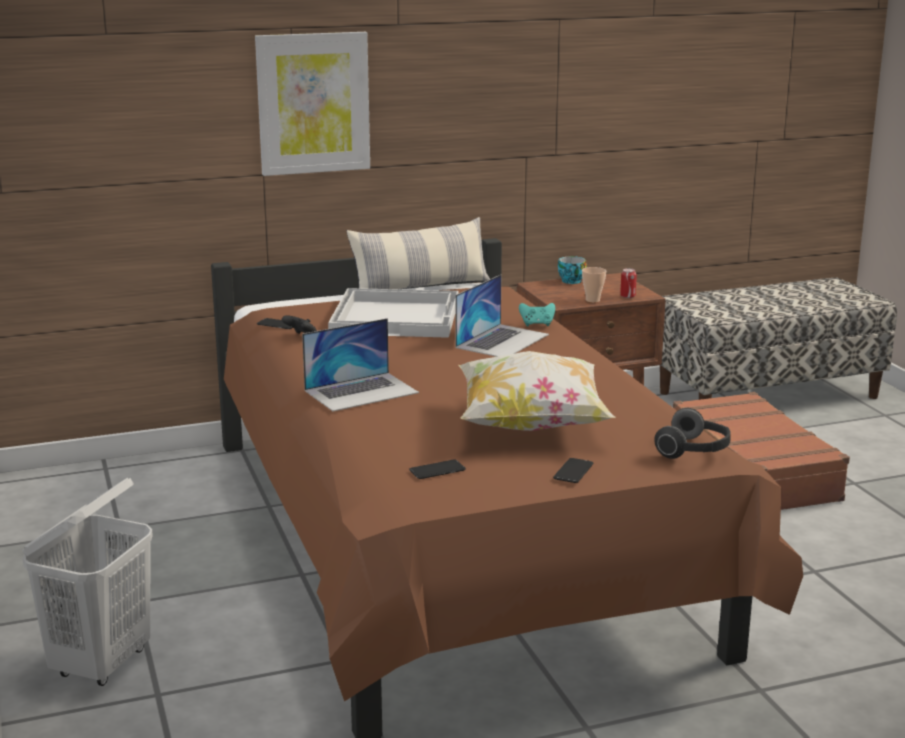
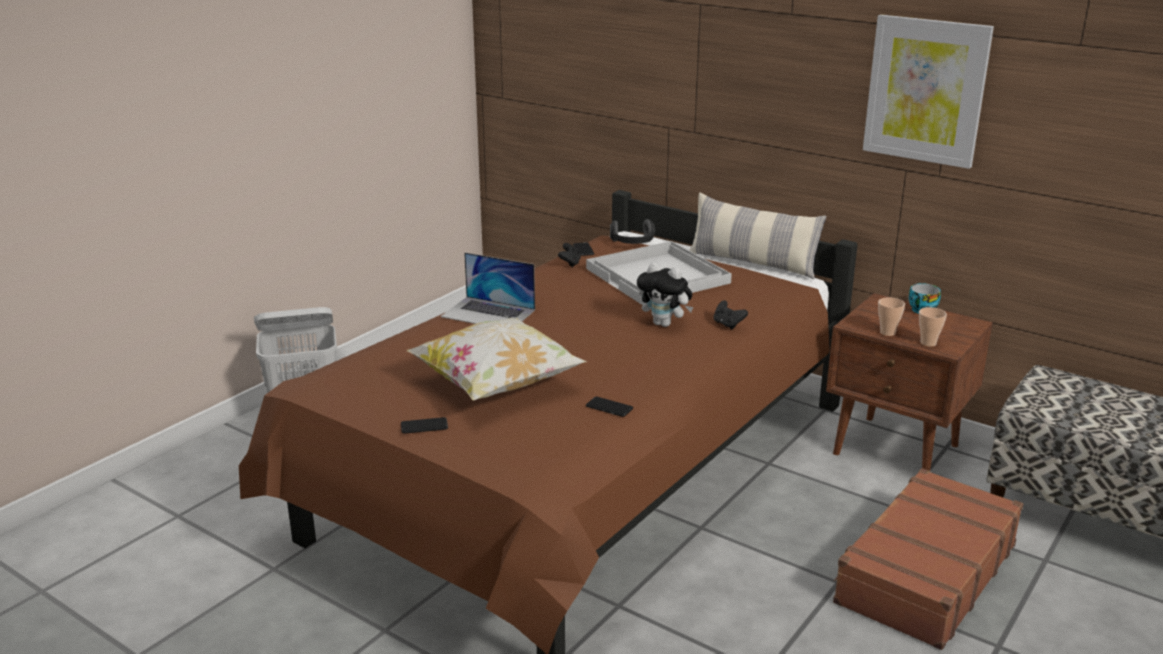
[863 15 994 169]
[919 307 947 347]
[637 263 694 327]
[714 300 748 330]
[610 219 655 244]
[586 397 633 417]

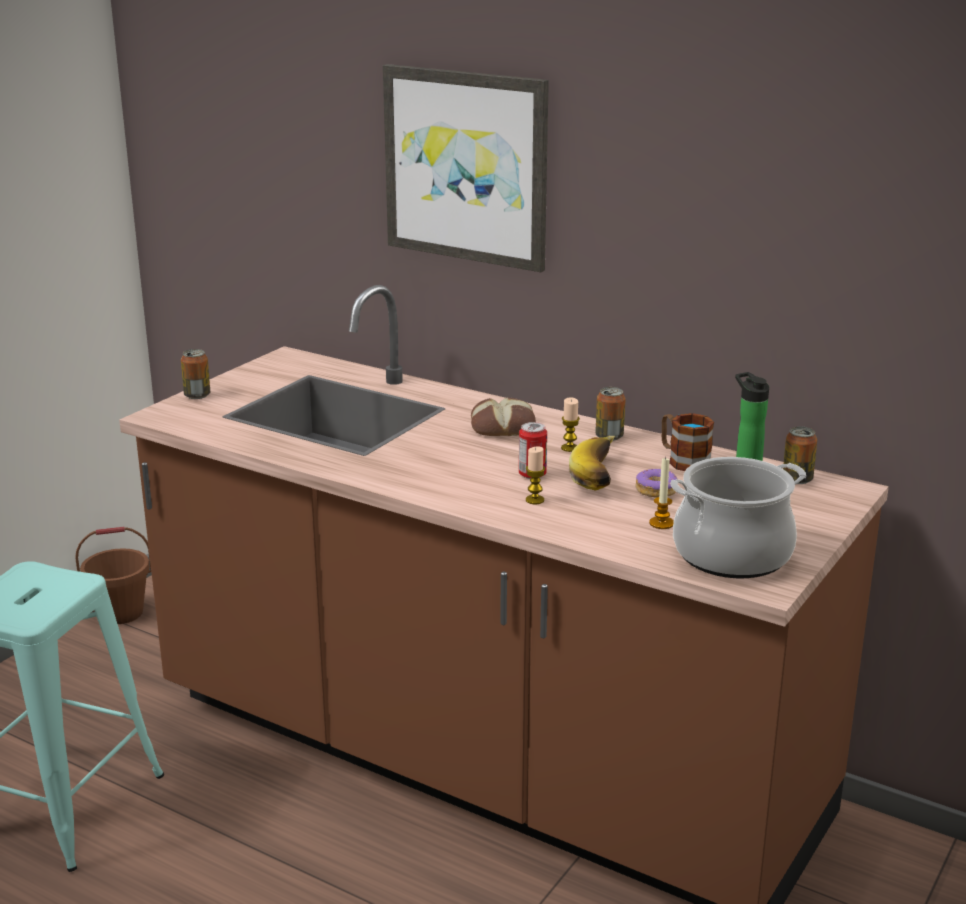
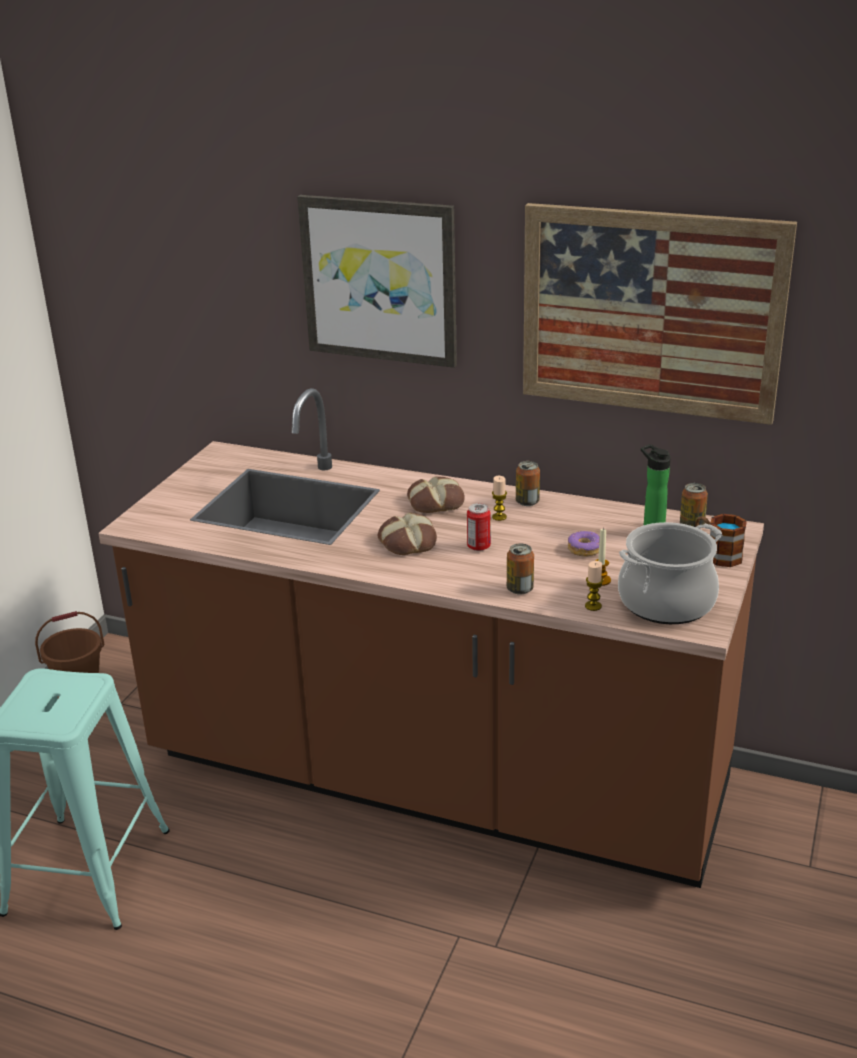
[507 543 534 595]
[695 514 747 567]
[569 436 615 491] (first image)
[585 561 603 611]
[523 203 797 425]
[378 512 437 555]

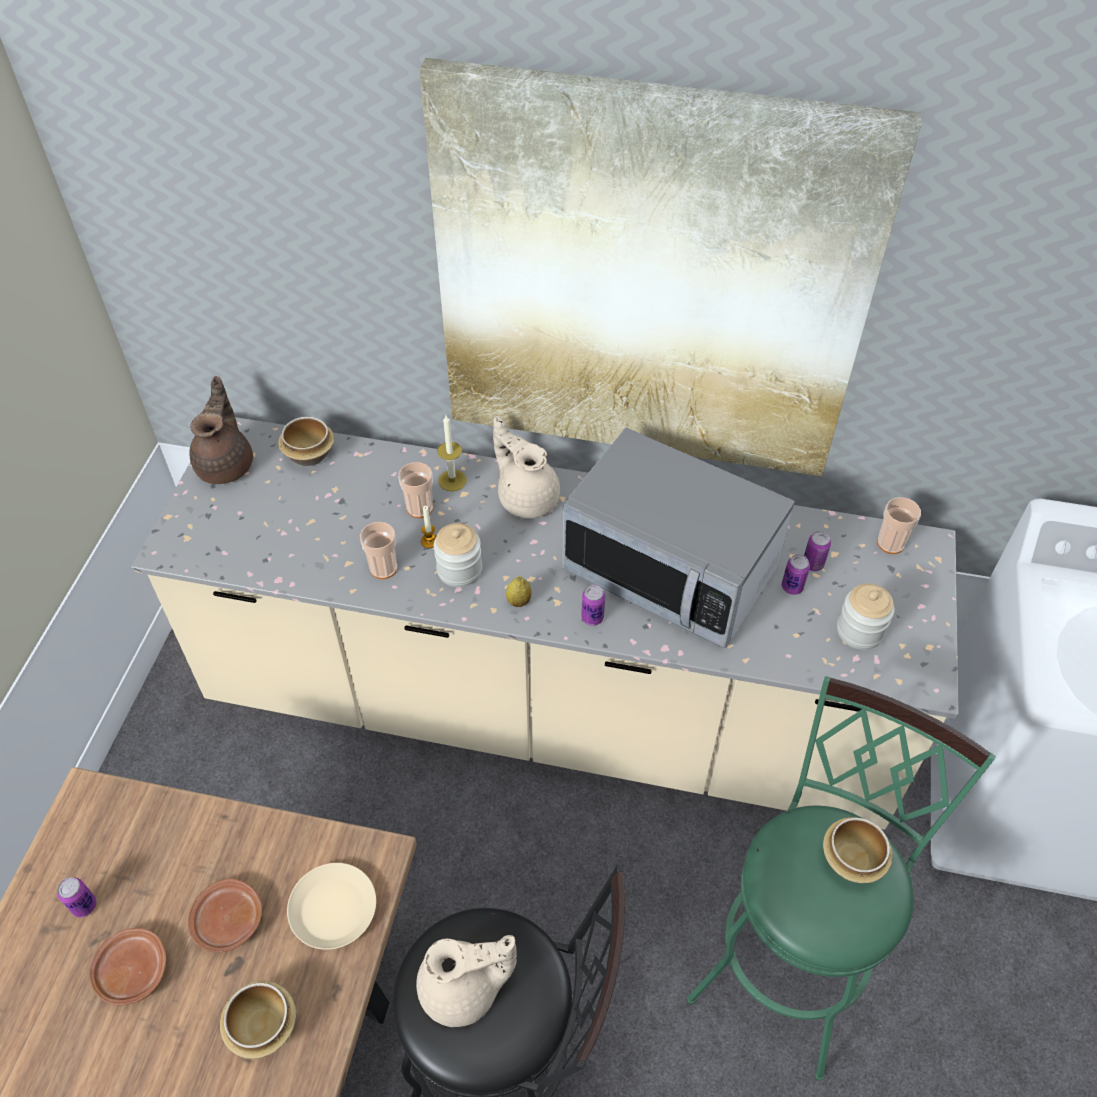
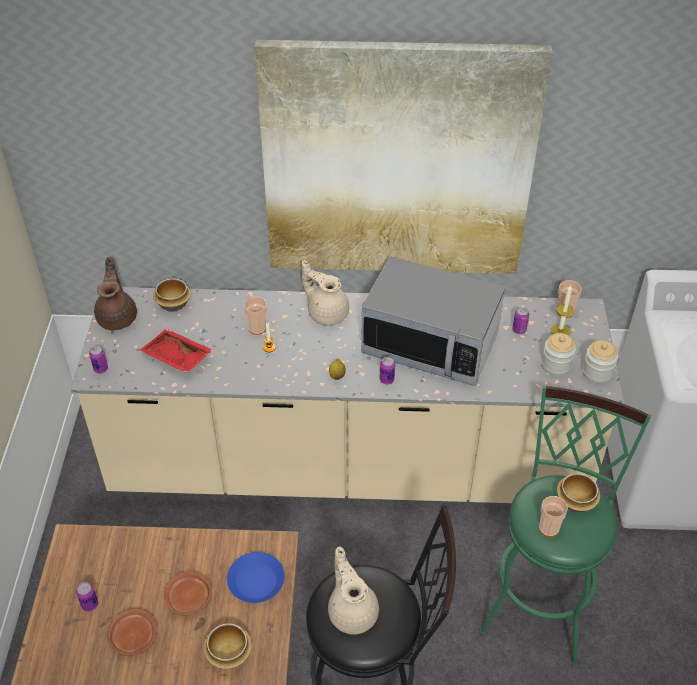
[551 285 574 335]
[539 496 568 537]
[582 340 618 384]
[89 346 108 373]
[227 552 285 603]
[328 547 379 635]
[140 329 213 373]

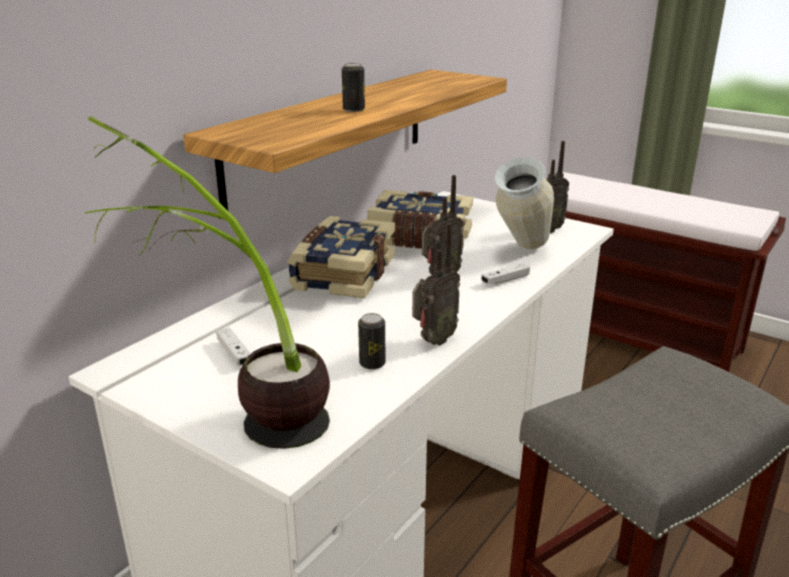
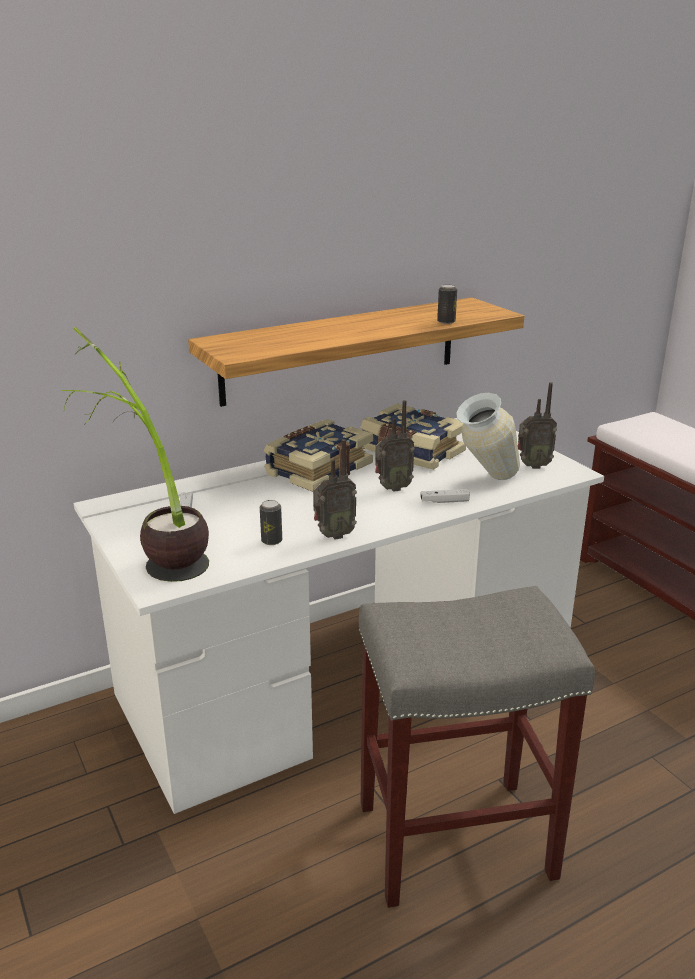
[437 284 457 324]

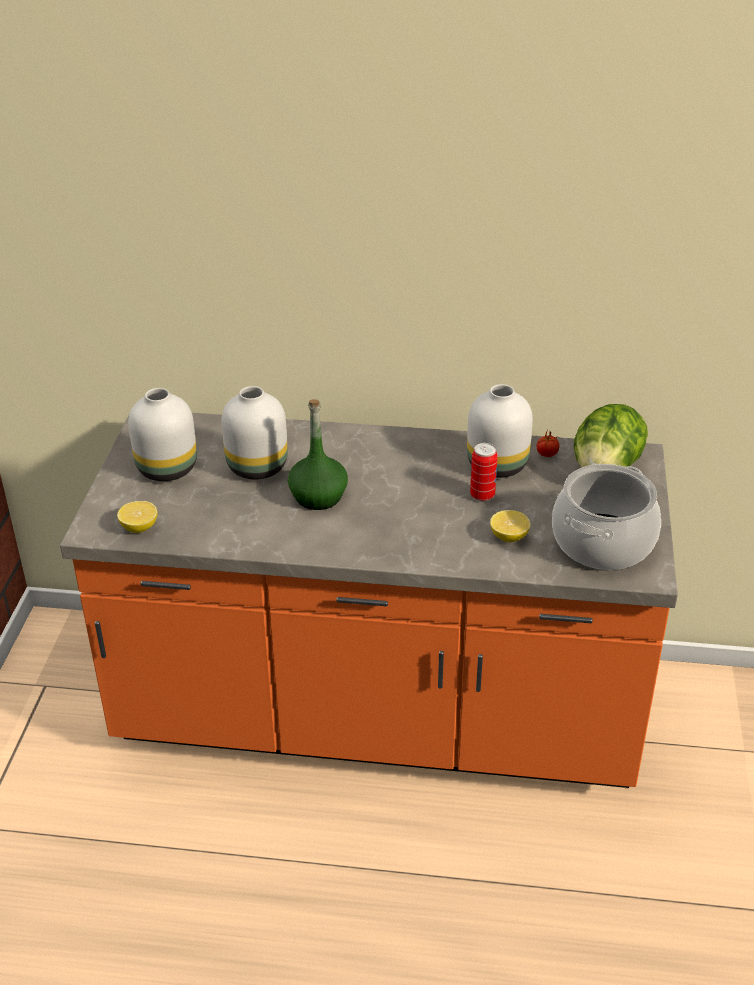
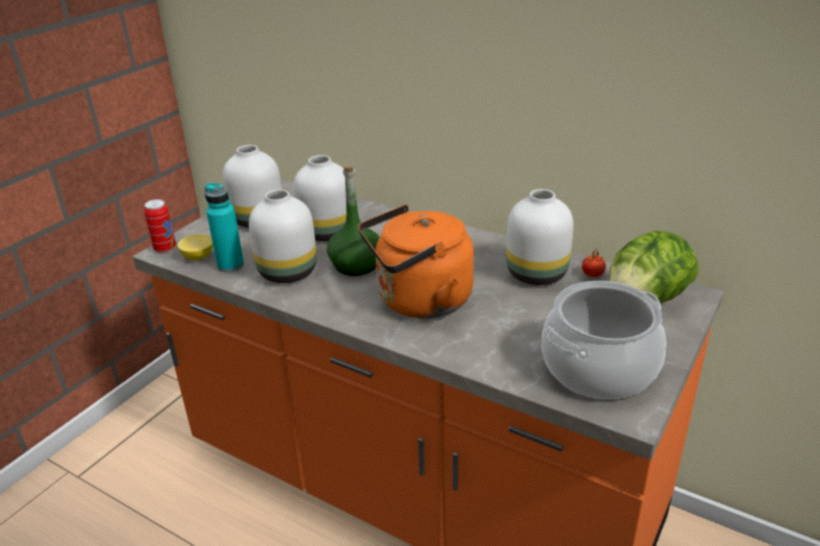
[144 199 176 253]
[490 510 531 542] (first image)
[204 183 244 272]
[249 189 317 283]
[358 204 474 318]

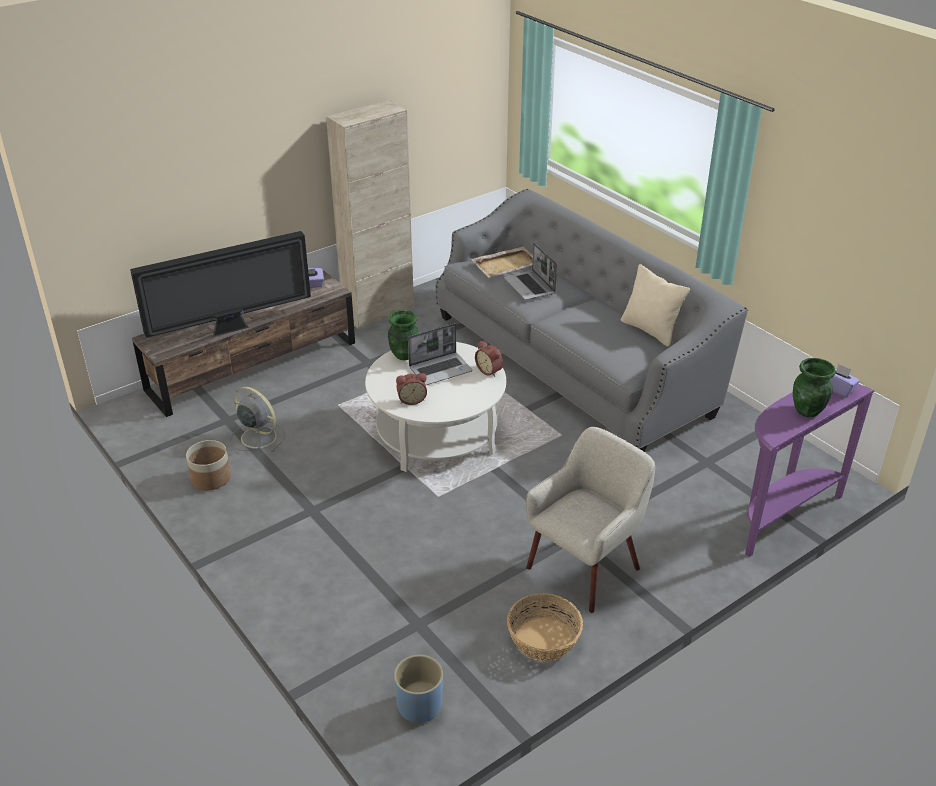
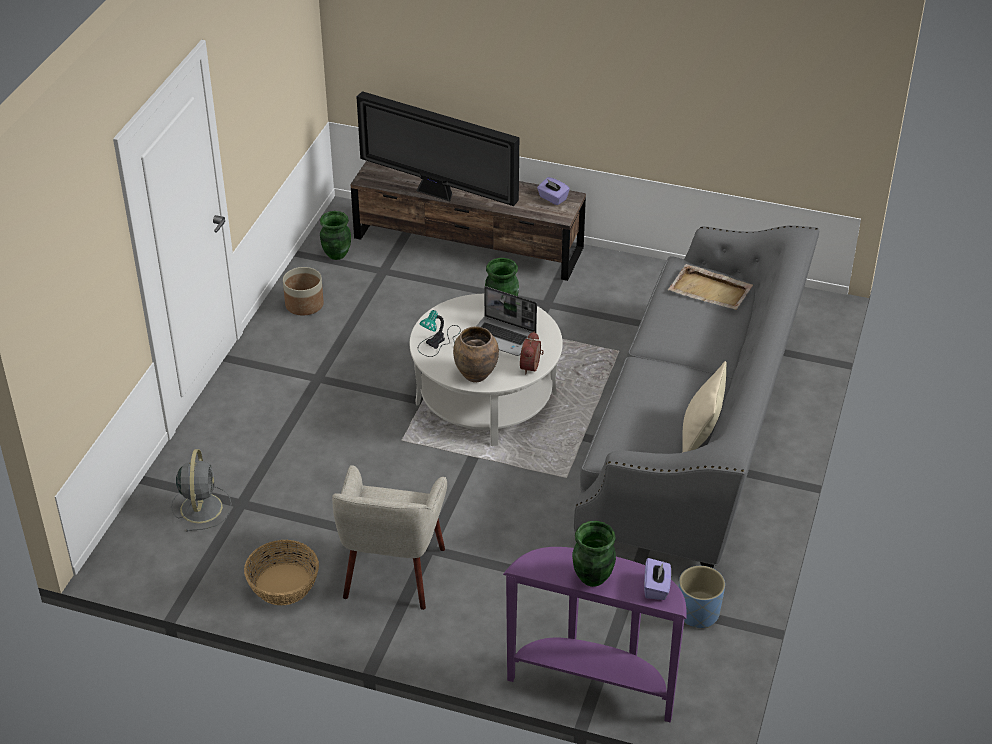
[326 100 414 329] (first image)
[504 243 557 300] (first image)
[418 310 461 357]
[171 449 231 532]
[332 465 447 610]
[679 566 725 628]
[320 211 351 260]
[453 326 499 382]

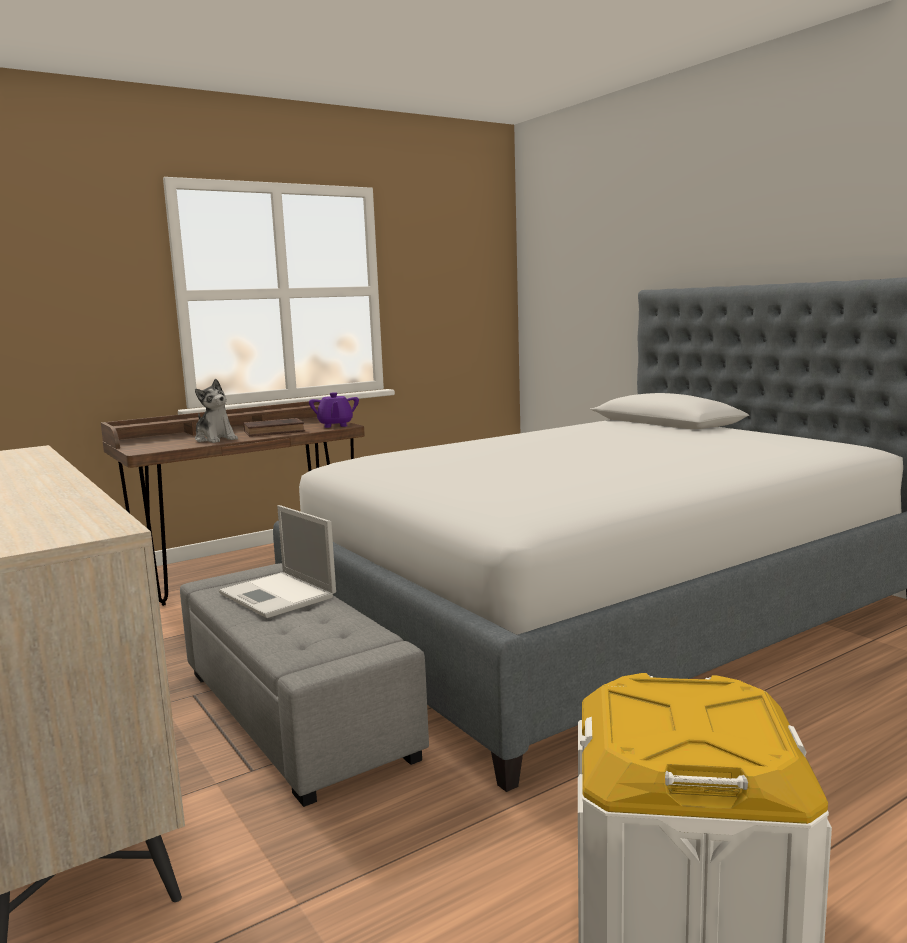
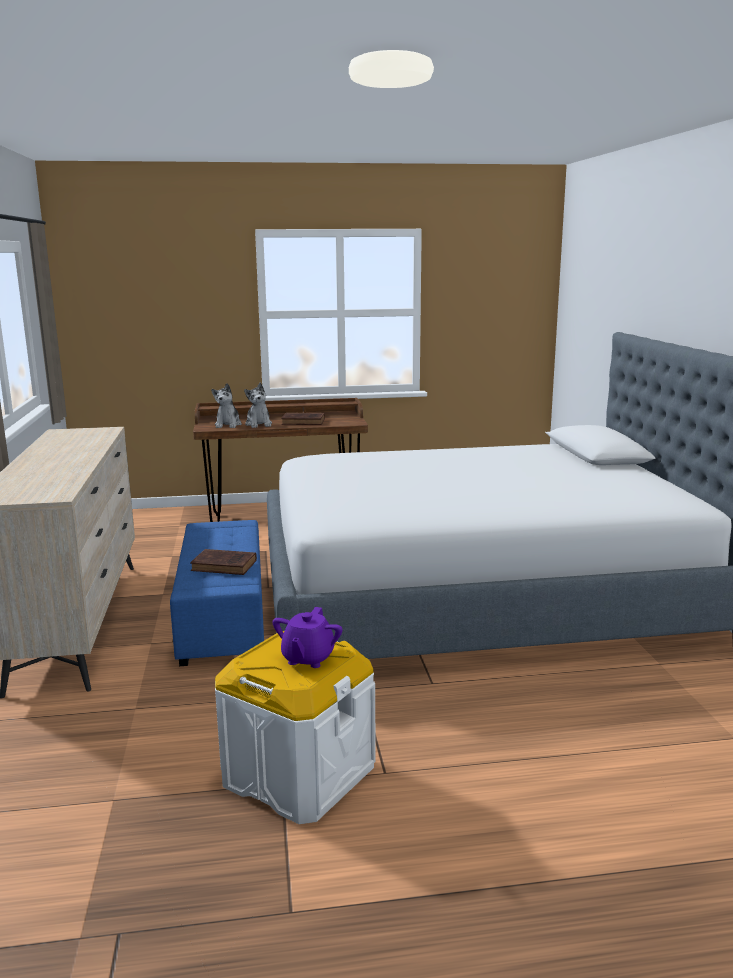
[272 607 342 668]
[219 505 336 618] (first image)
[170 520 264 666]
[211 383 242 428]
[190 549 257 575]

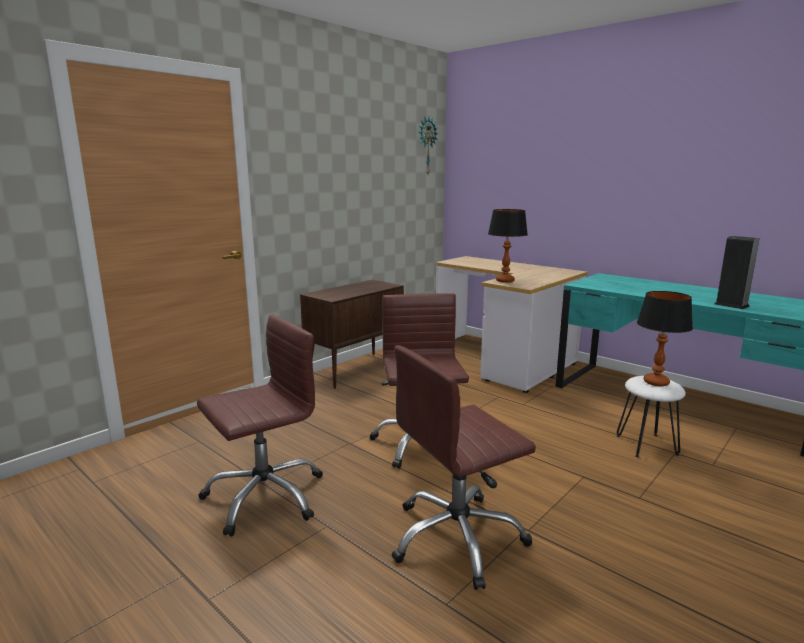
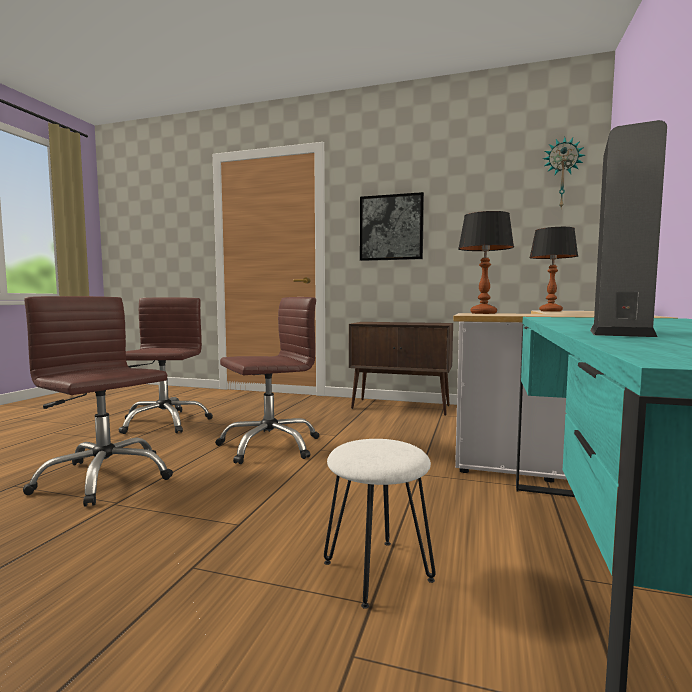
[529 227 578 312]
[118 297 213 434]
[360 192 424 261]

